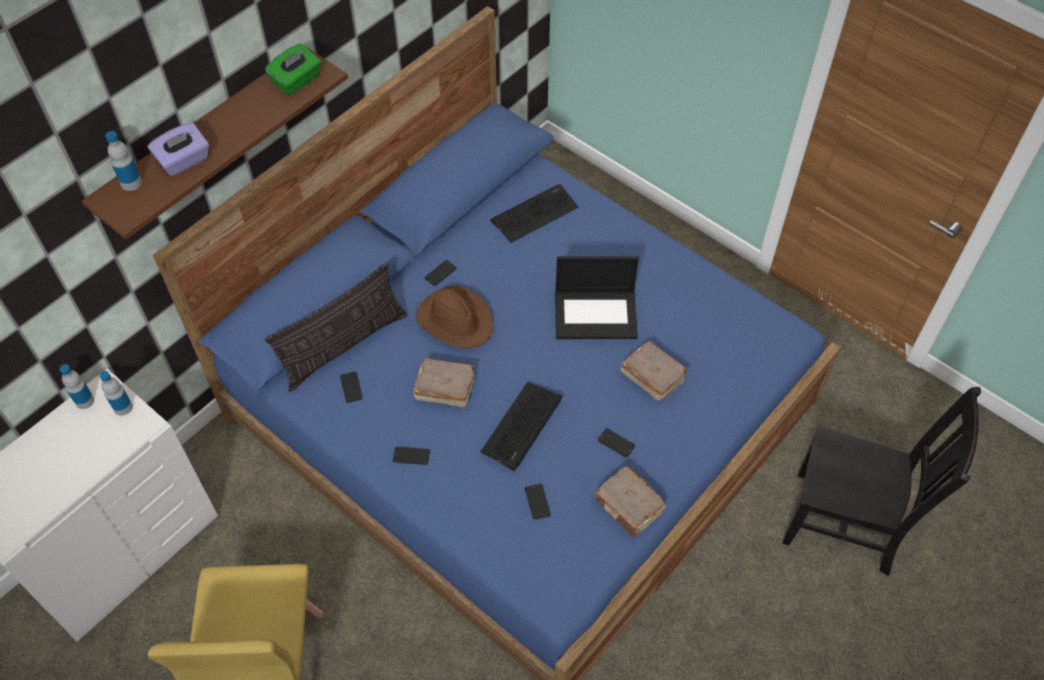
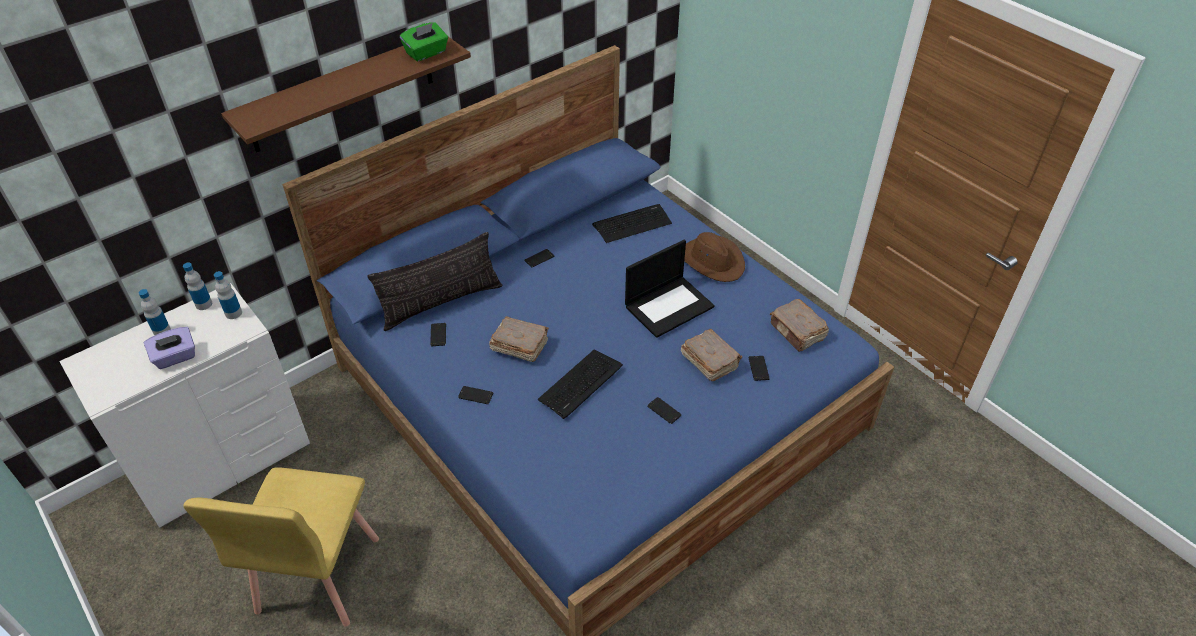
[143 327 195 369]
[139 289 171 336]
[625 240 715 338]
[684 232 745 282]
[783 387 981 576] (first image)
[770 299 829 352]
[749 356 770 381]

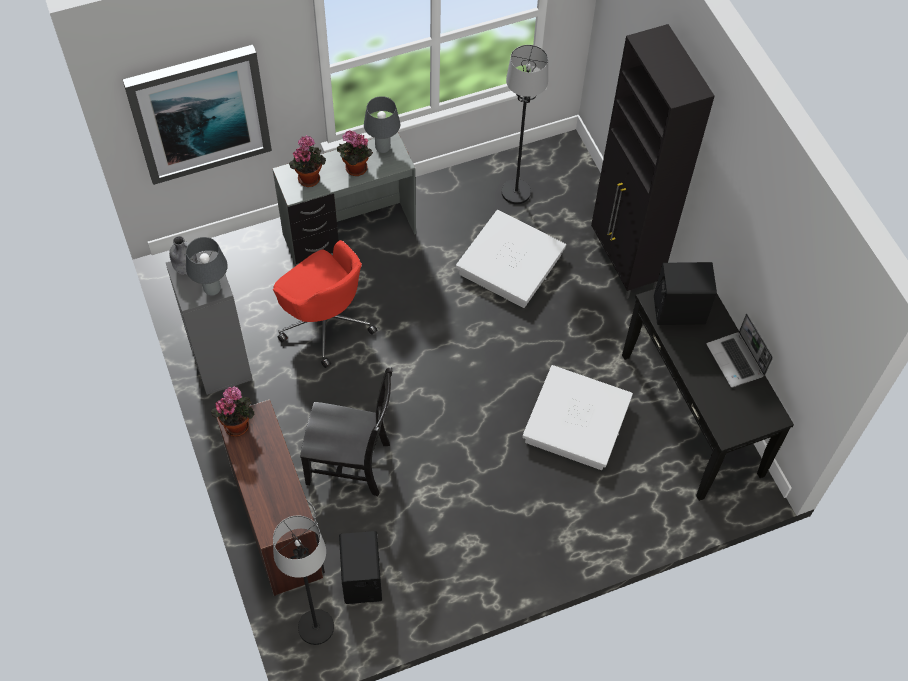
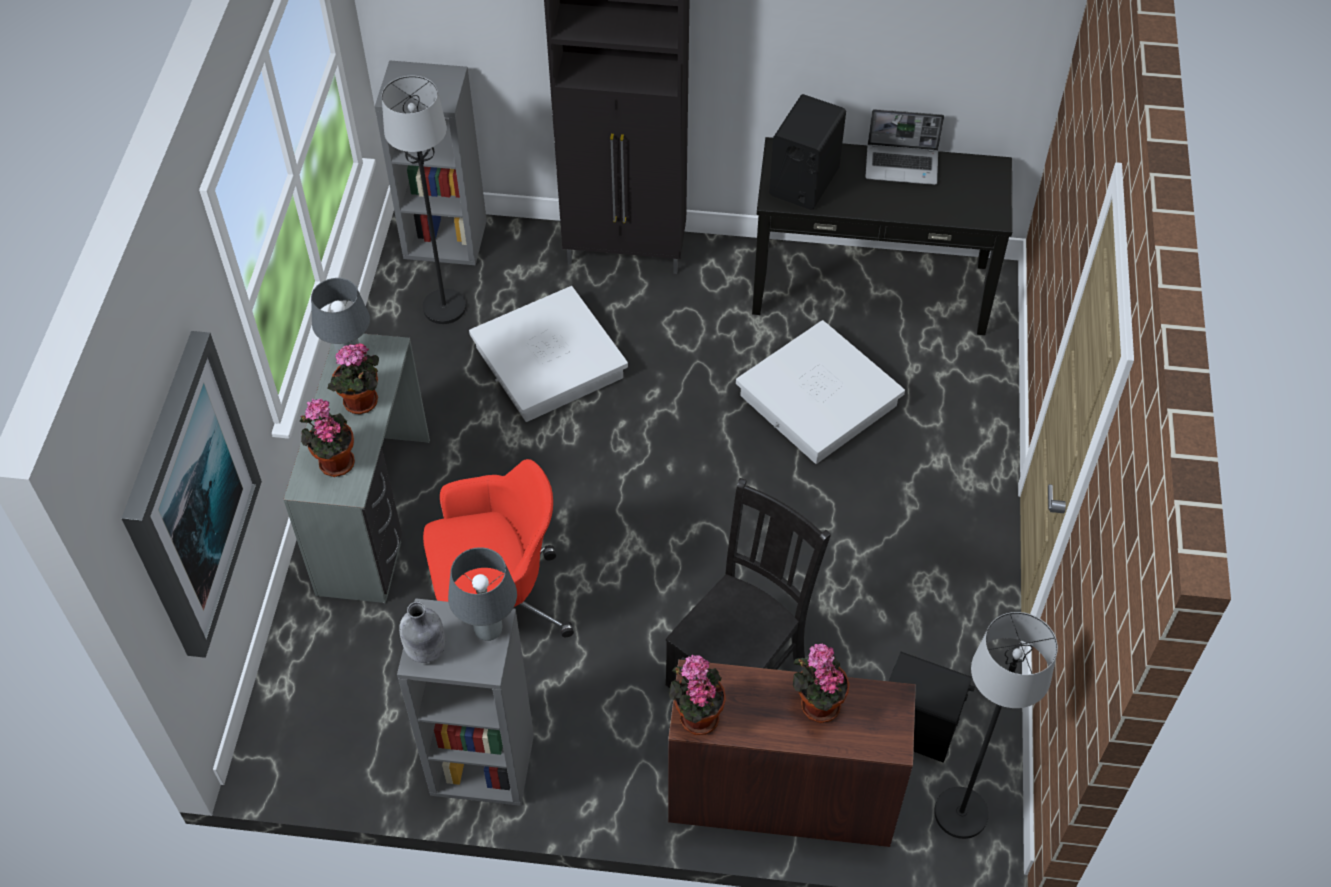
[375 60 487 265]
[793 644 849 723]

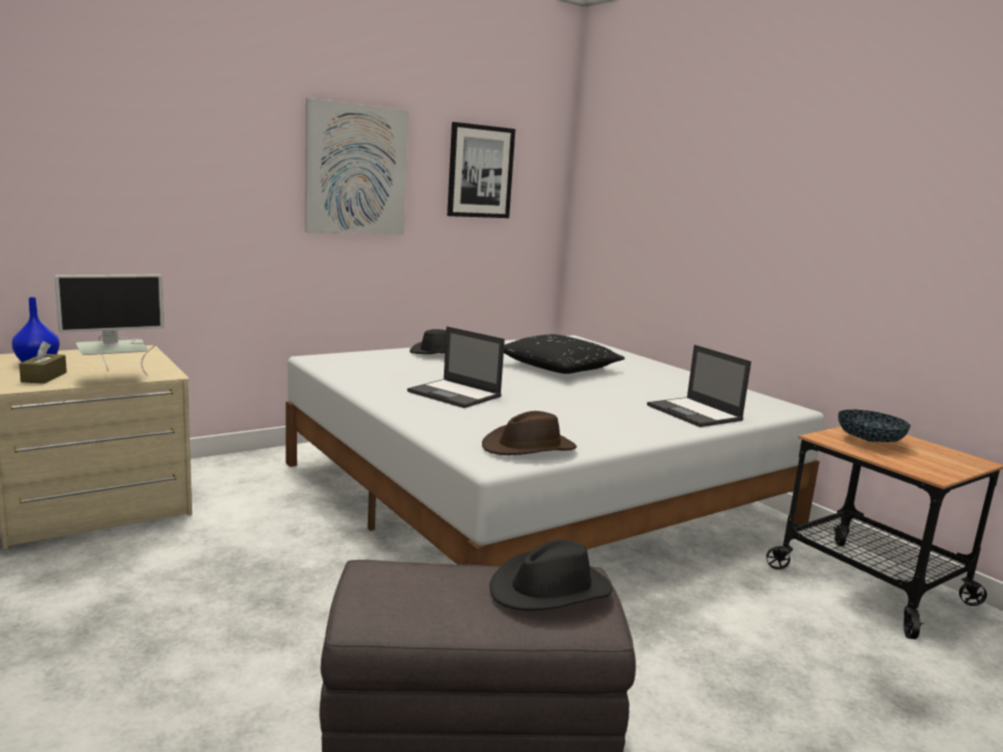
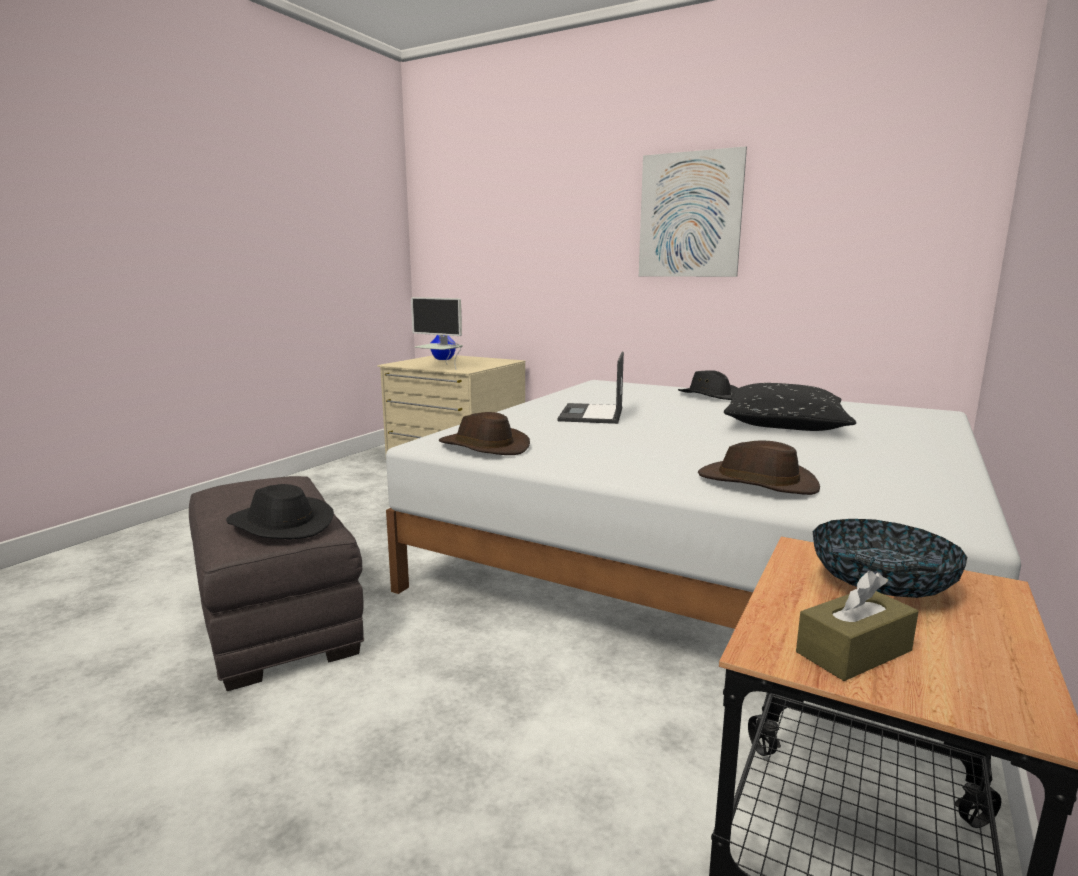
[447 122 515 218] (first image)
[796 571 919 681]
[698 441 820 495]

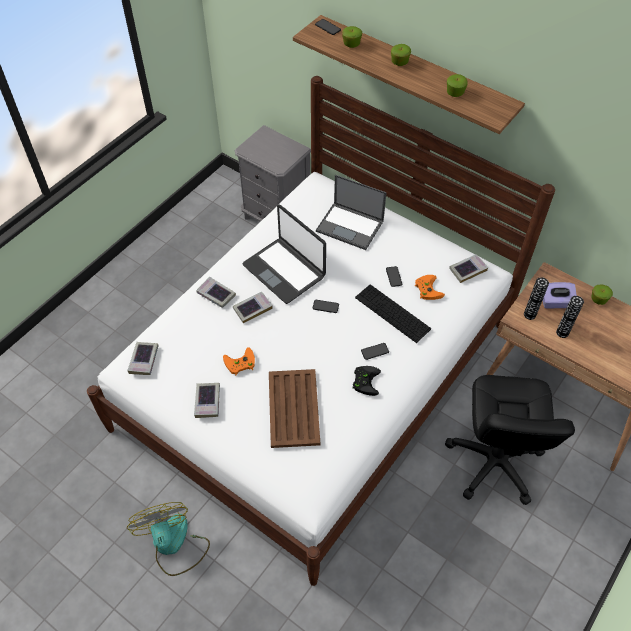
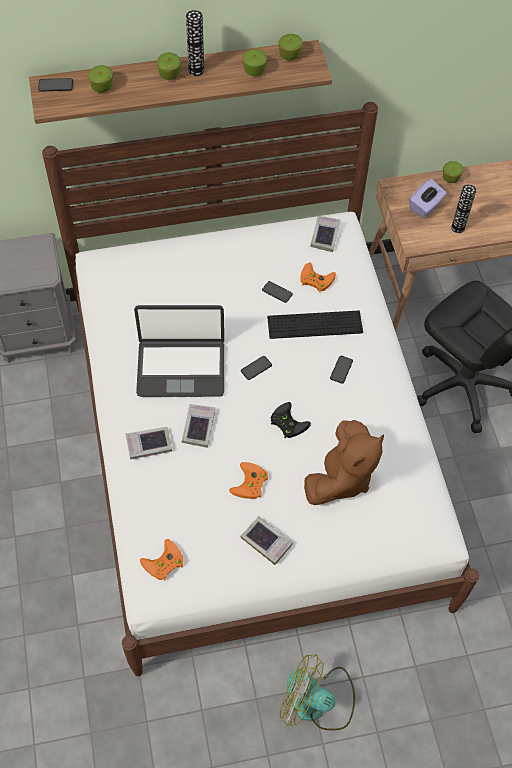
[316 175 387 250] (first image)
[186 10 204 76]
[140 539 184 581]
[270 402 311 438]
[304 420 384 505]
[278 34 303 61]

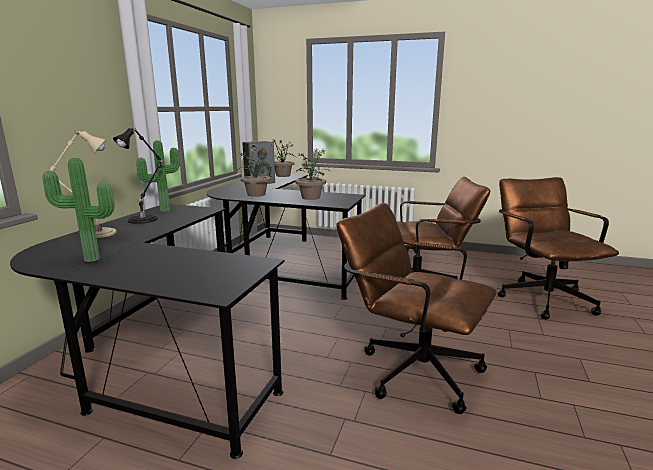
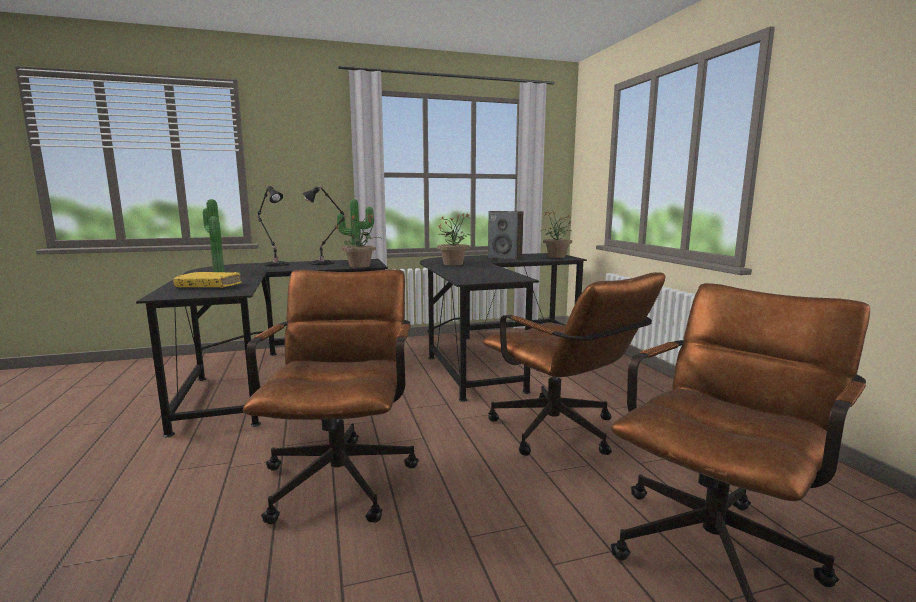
[256 185 289 267]
[336 214 383 268]
[173 272 242 288]

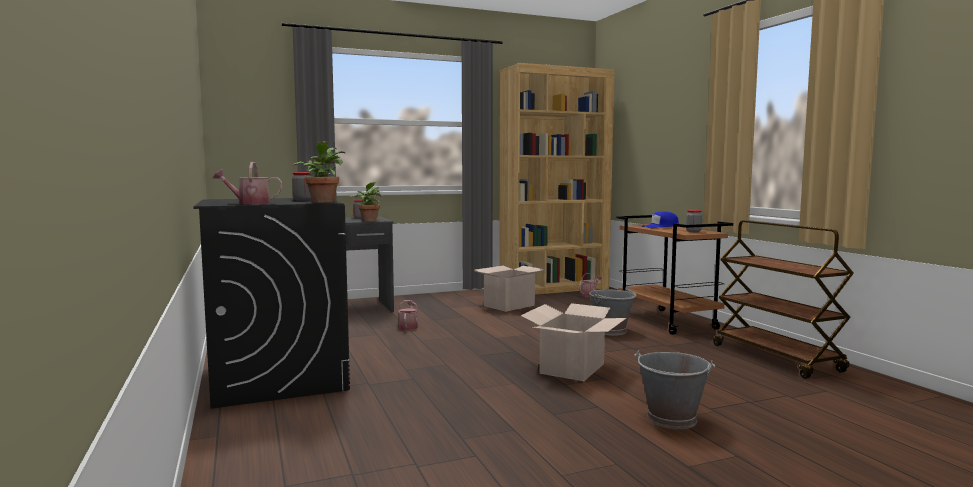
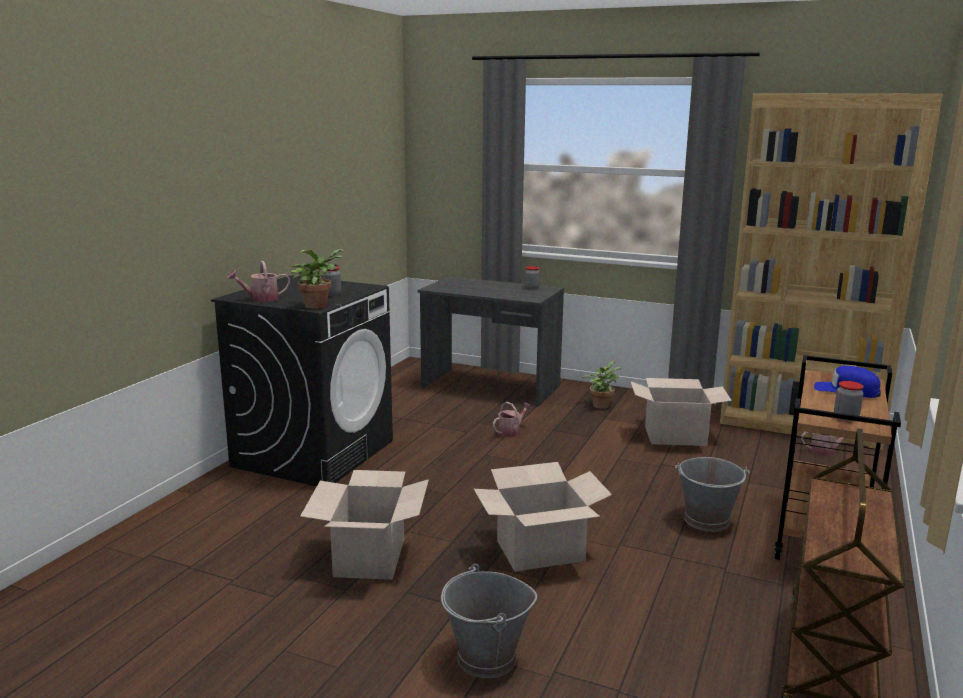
[227 261 290 302]
[582 361 621 409]
[300 470 429 580]

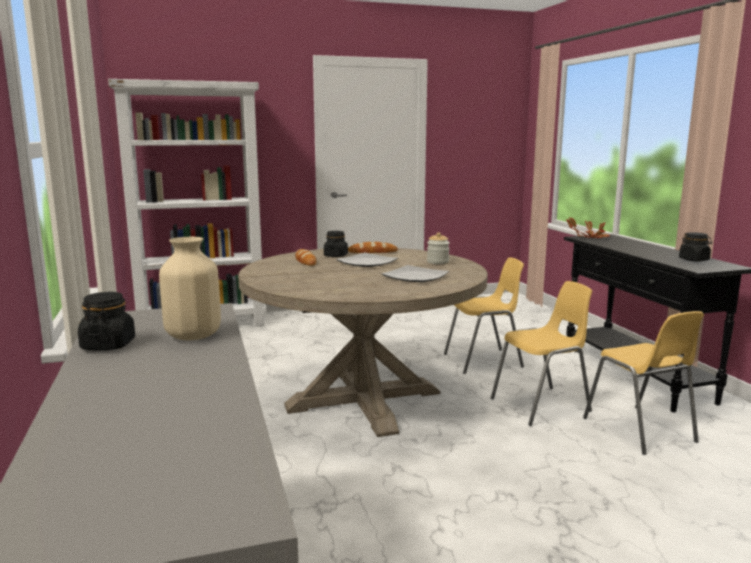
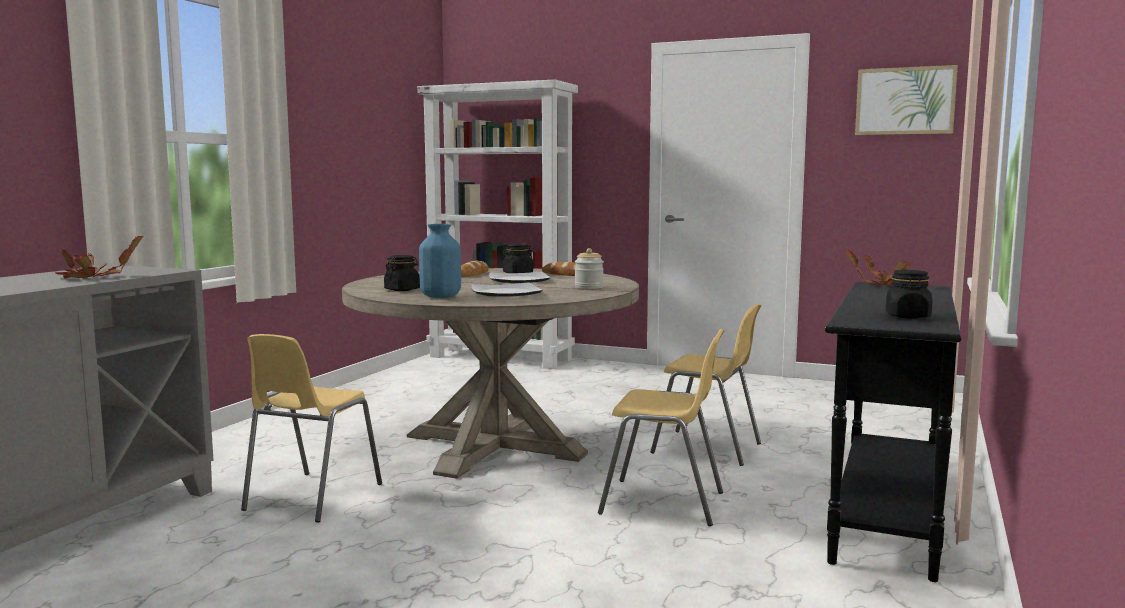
[55 235 143 279]
[384 255 420 291]
[241 334 382 522]
[855 65 958 135]
[419 224 461 298]

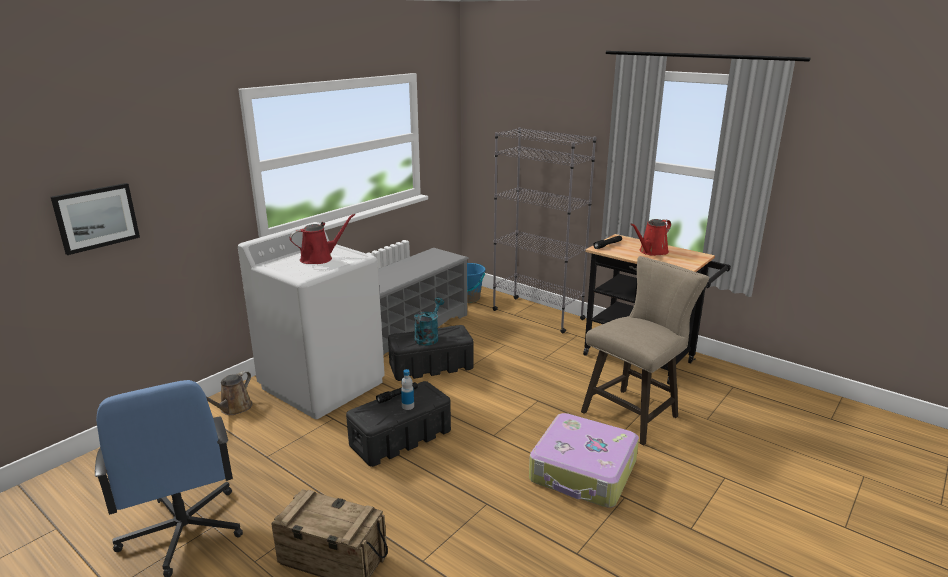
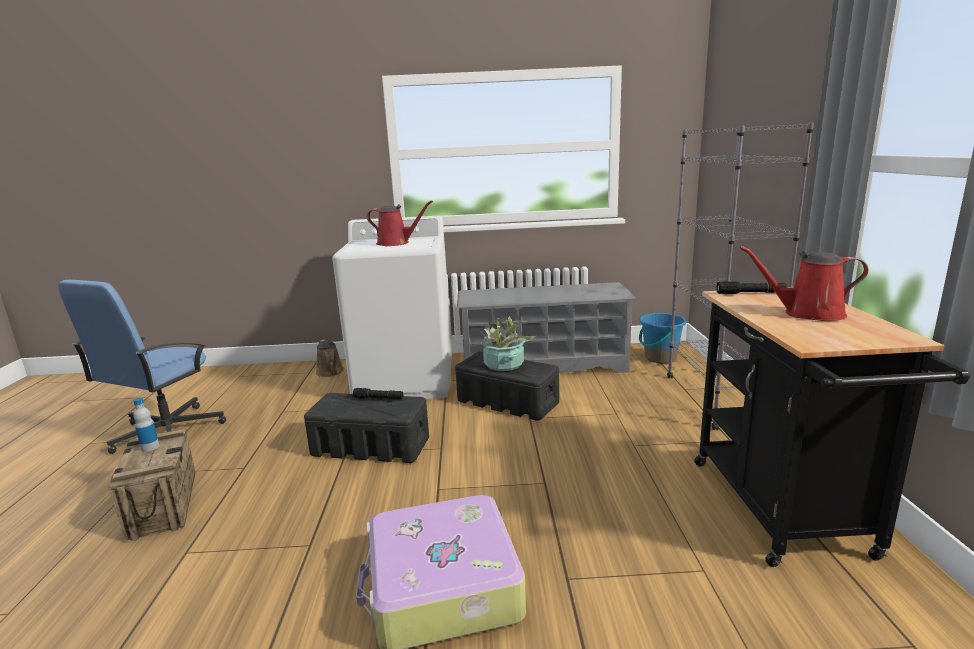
[51 183 140 255] (first image)
[581 256 709 446] (first image)
[480 316 536 371]
[133 398 160 452]
[316 339 344 377]

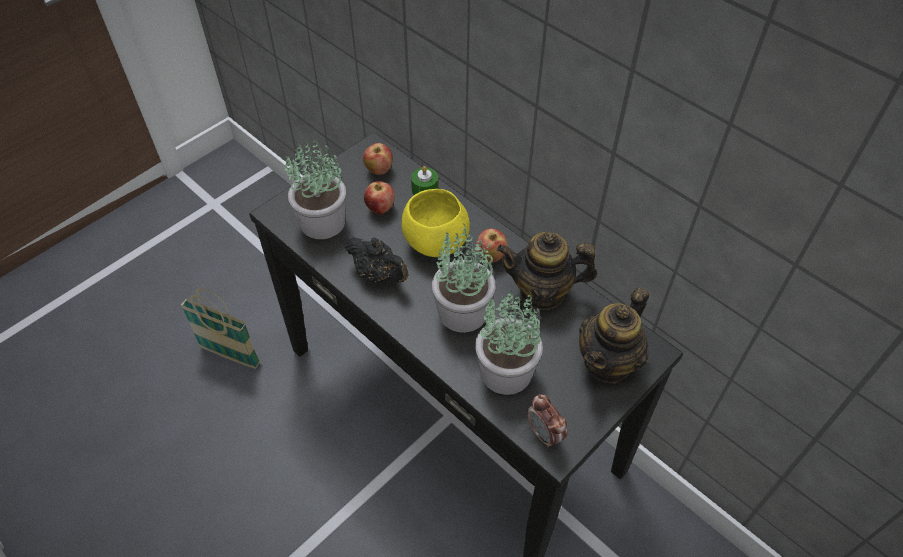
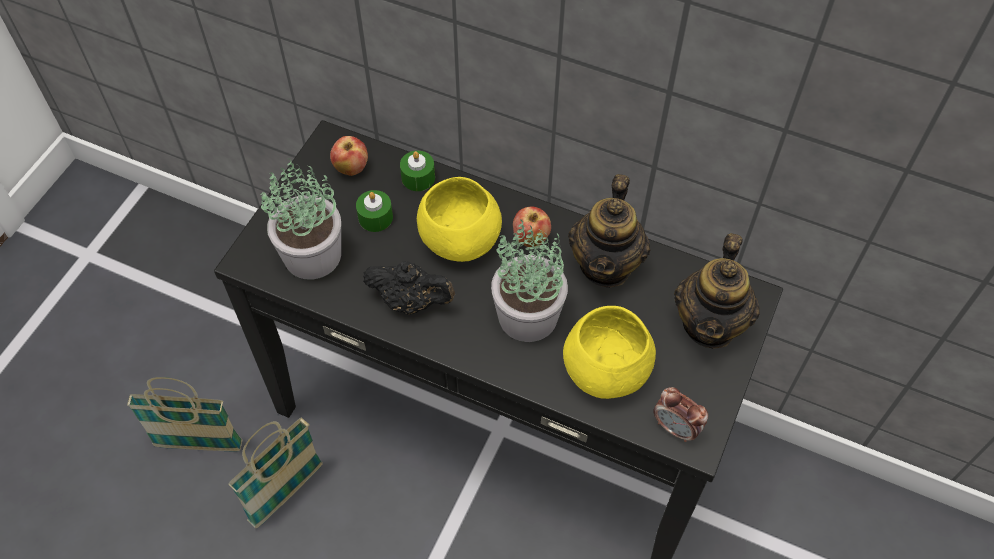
[356 190 393 232]
[568 174 650 287]
[563 306 656 399]
[228 417 323 528]

